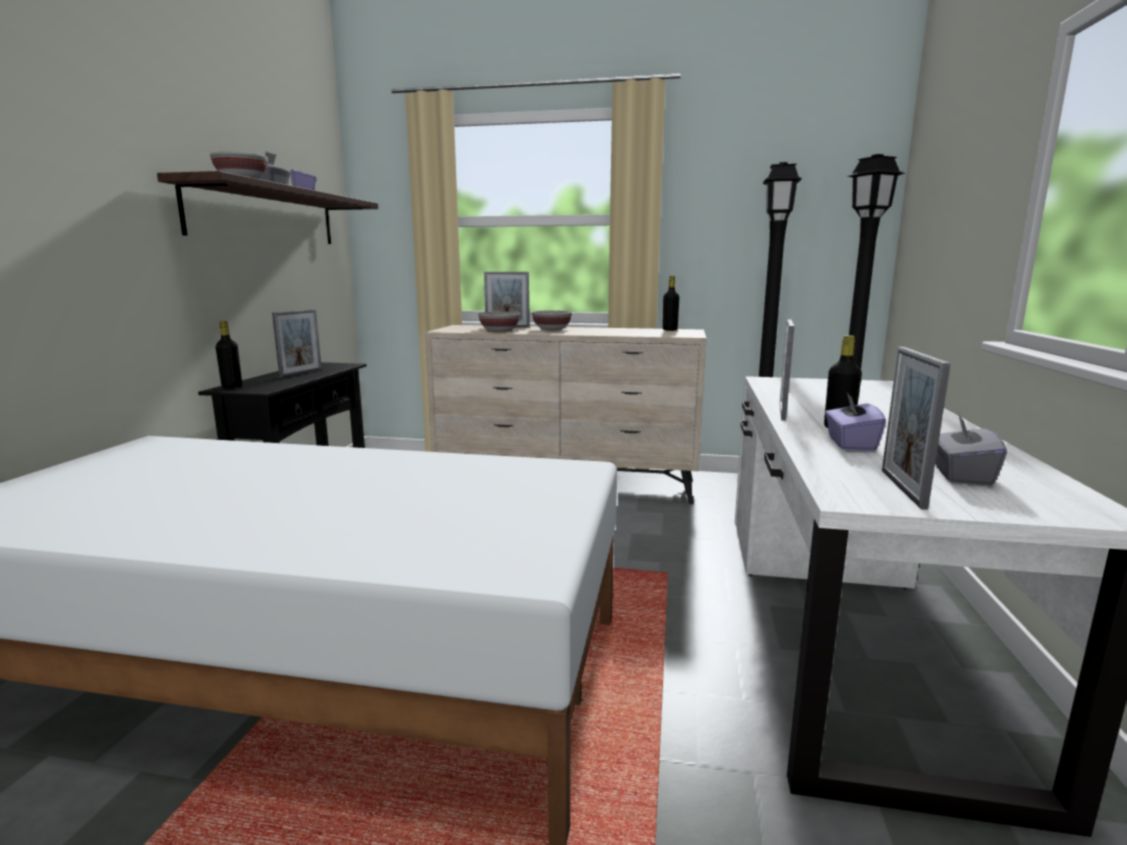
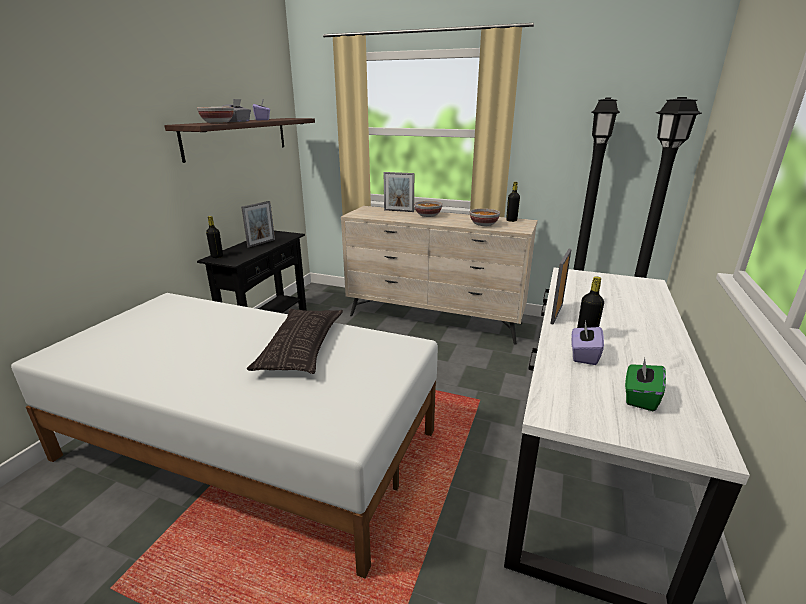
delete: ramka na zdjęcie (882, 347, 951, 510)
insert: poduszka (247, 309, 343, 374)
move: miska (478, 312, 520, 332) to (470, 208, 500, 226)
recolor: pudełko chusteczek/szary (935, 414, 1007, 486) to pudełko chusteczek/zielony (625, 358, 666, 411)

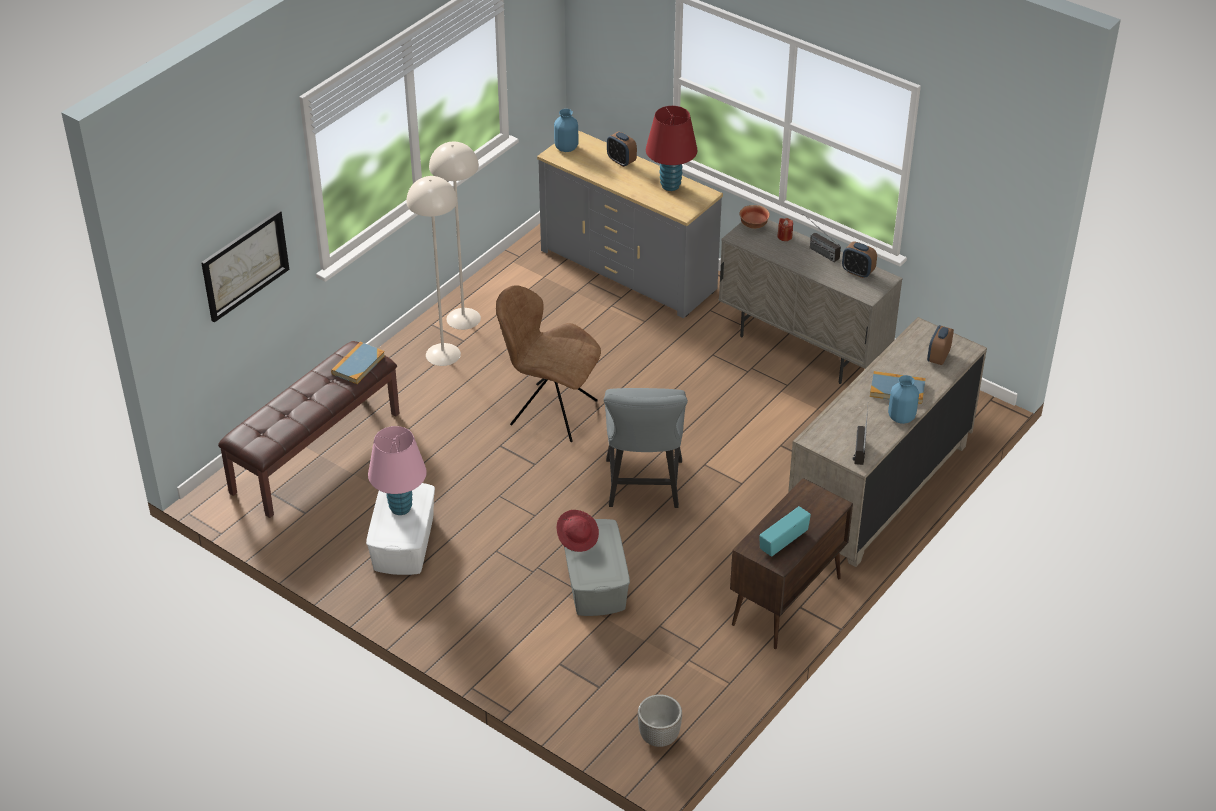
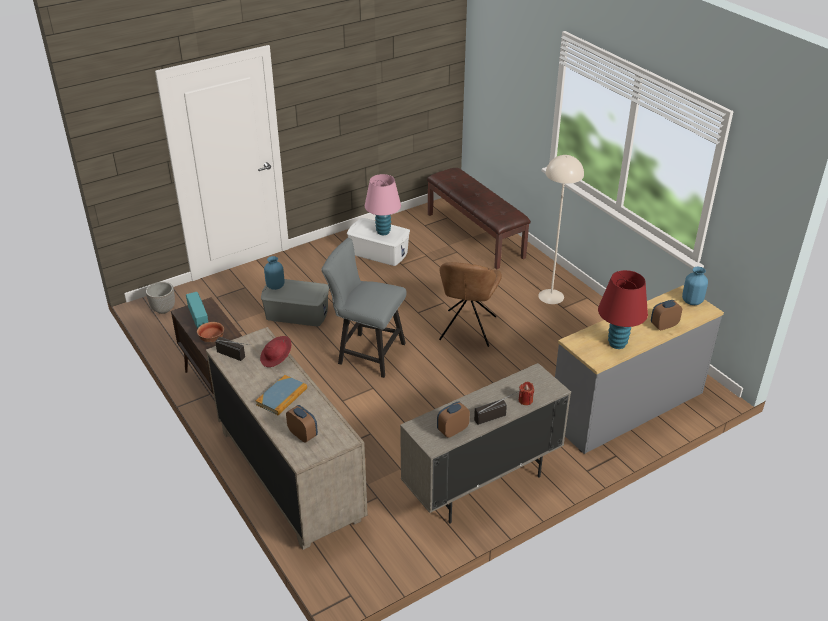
delete: obraz (201, 210, 290, 323); książka (331, 342, 385, 384); lampa stojąca/beżowy (429, 142, 481, 330)
move: miska (740, 205, 770, 229) to (197, 322, 224, 343); kapelusz/czerwony (557, 510, 599, 552) to (260, 336, 291, 367); wazon/niebieski (888, 375, 919, 424) to (264, 256, 285, 290)
rotate: krzesło/brązowy (496, 285, 601, 442) = (439, 262, 502, 347) 150 degrees clockwise

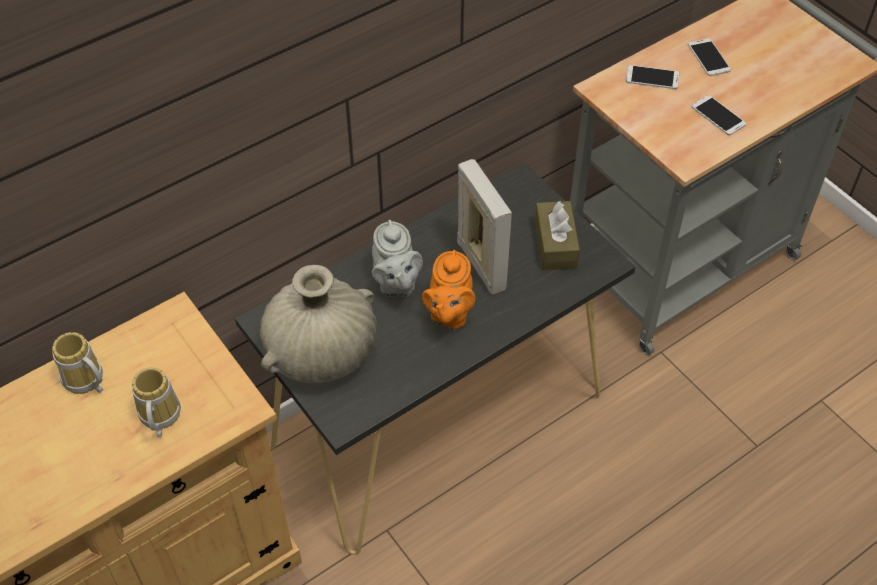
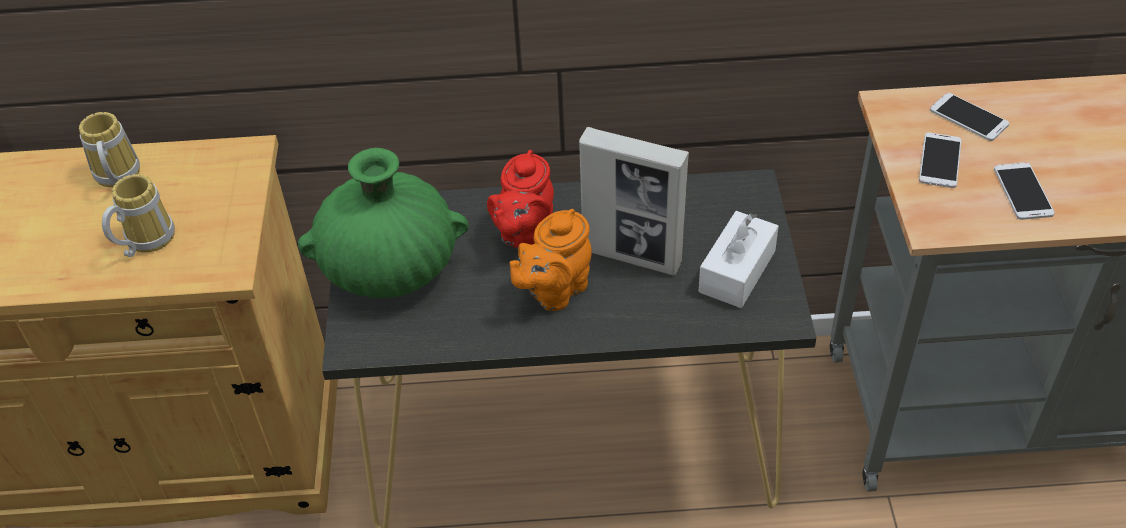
move: telefon (688, 38, 731, 76) to (919, 133, 961, 188)
recolor: wazon/beżowy (260, 265, 377, 383) to wazon/zielony (298, 148, 469, 298); imbryk/szary (372, 220, 423, 297) to imbryk/czerwony (487, 150, 554, 249); pudełko chusteczek/brązowy (535, 201, 580, 270) to pudełko chusteczek/biały (698, 211, 779, 308)
rotate: ramka na zdjęcie (457, 159, 512, 295) = (579, 127, 689, 276) 105 degrees clockwise

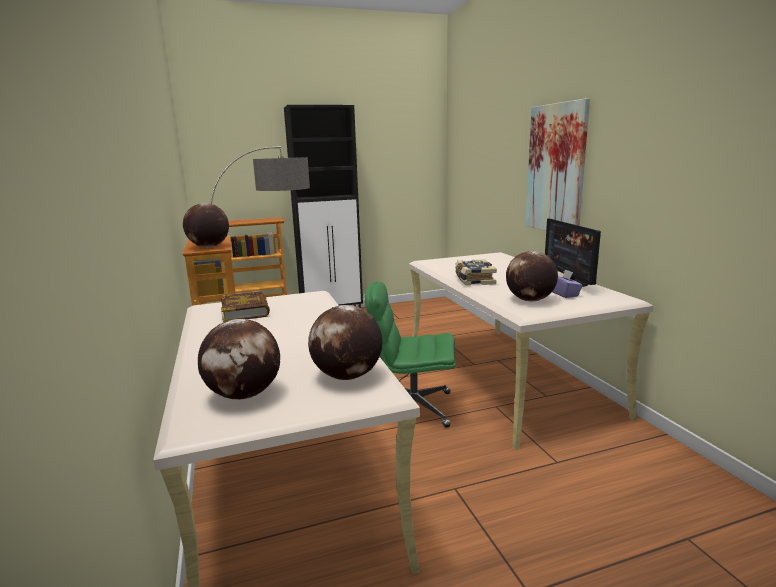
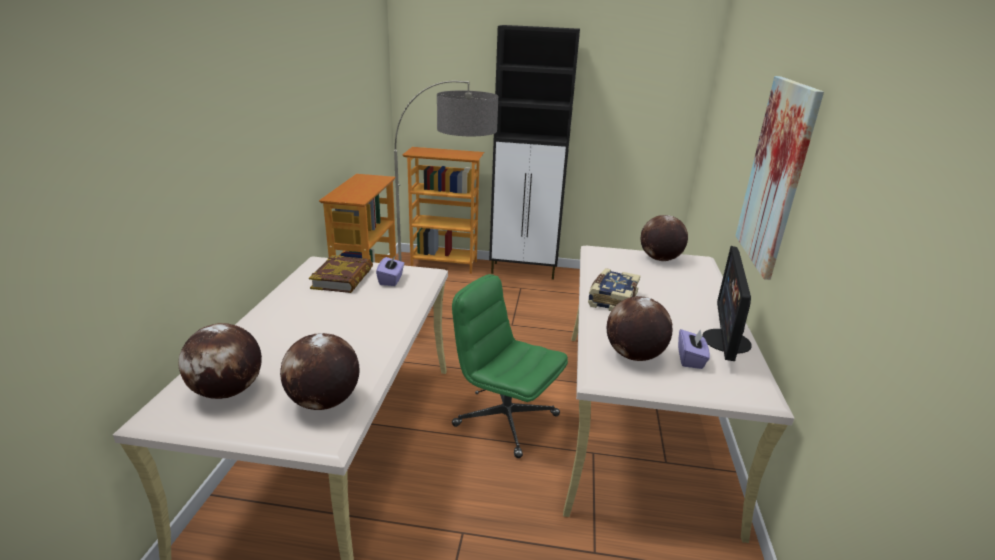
insert: pudełko chusteczek/fioletowy (376, 255, 404, 286)
move: globus (183, 203, 229, 247) to (641, 215, 688, 261)

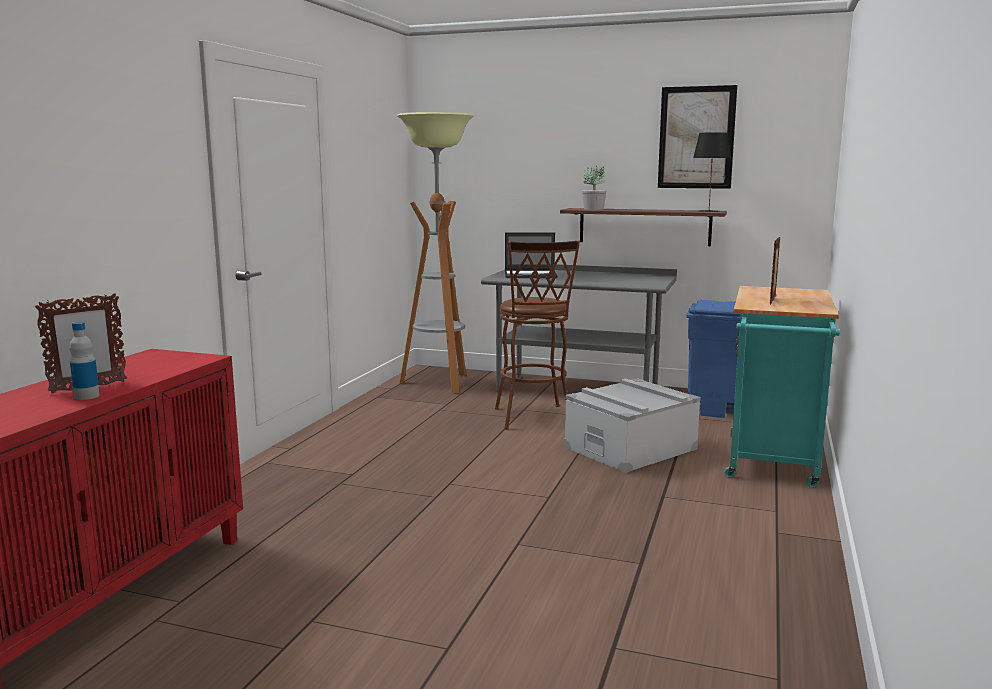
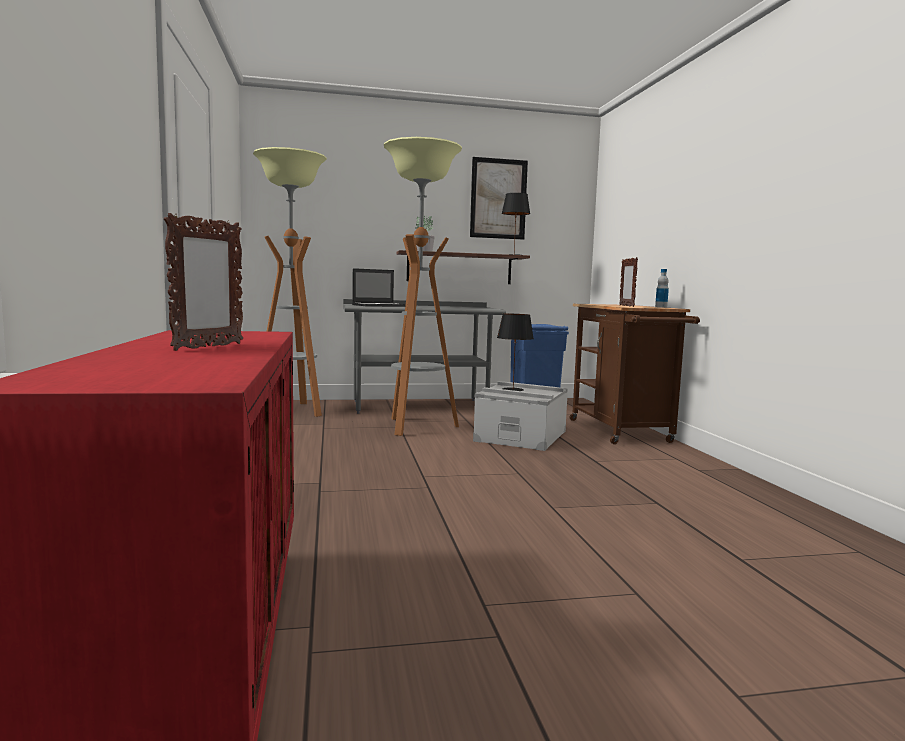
insert: lampa stołowa/czarny (497, 314, 534, 391)
move: butelka (69, 322, 100, 400) to (655, 269, 669, 308)
replace: stołek/brązowy (495, 240, 580, 430) to lampa stojąca (384, 137, 462, 436)
recolor: wózek/turkusowy (725, 286, 840, 487) to wózek/brązowy (570, 304, 700, 444)

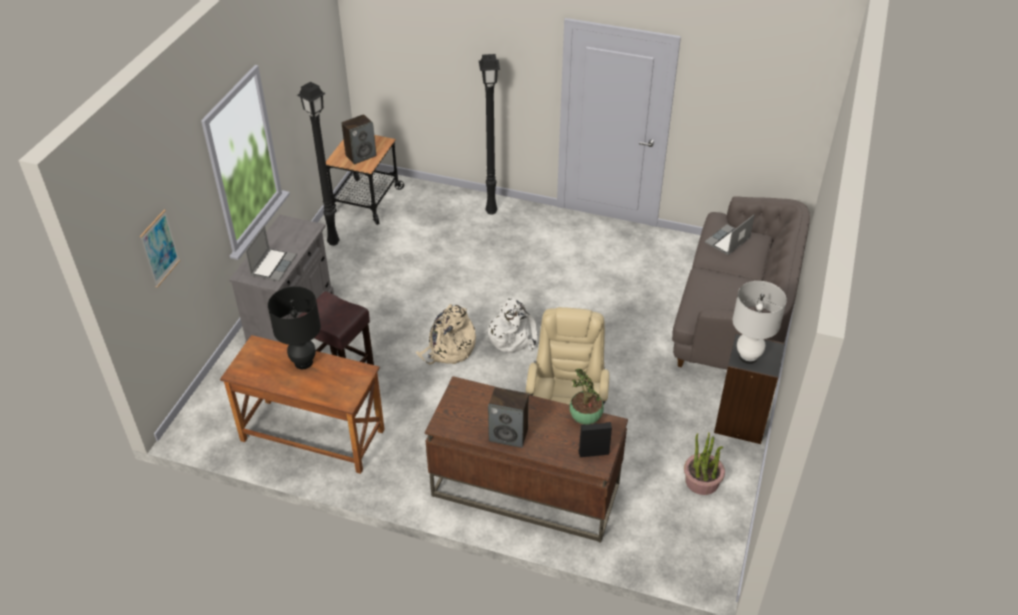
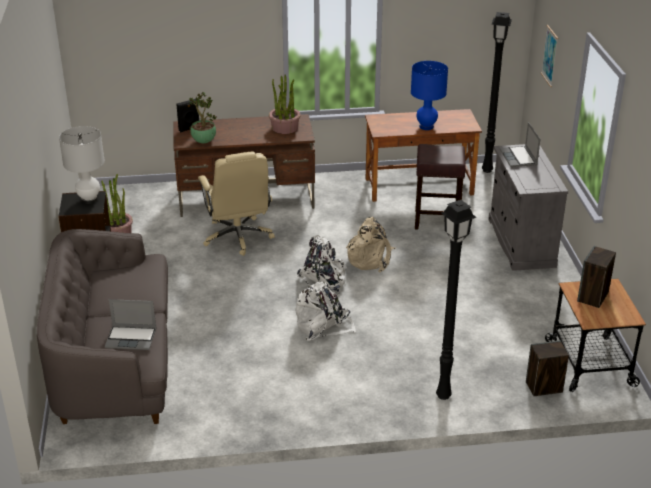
insert: roślina doniczkowa (269, 75, 301, 134); plecak/biały (295, 282, 356, 341)
move: lampa stojąca/czarny (297, 82, 339, 246) to (482, 12, 512, 173); głośnik (488, 387, 529, 448) to (526, 340, 569, 396)
recolor: lampa stołowa/czarny (268, 286, 321, 369) to lampa stołowa/niebieski (411, 61, 448, 130)
rotate: laptop (705, 214, 755, 255) = (105, 299, 156, 350) 75 degrees clockwise

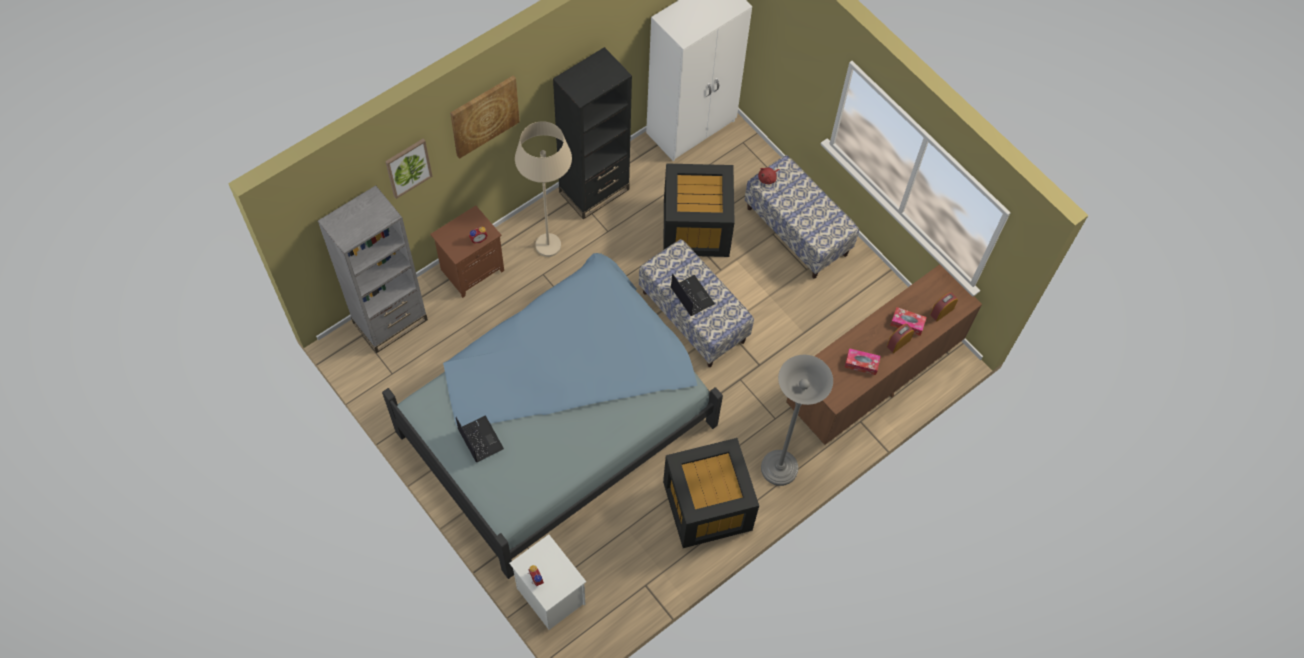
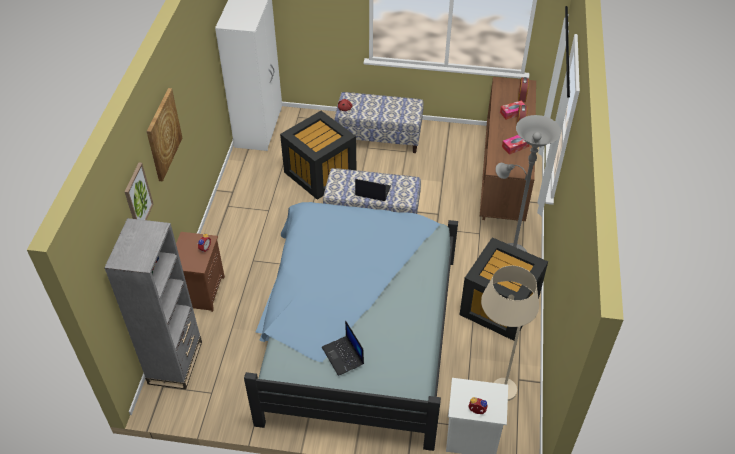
delete: regał/czarny (553, 47, 632, 220)
move: lampa stojąca/beżowy (515, 121, 572, 257) to (481, 266, 539, 401)
rotate: laptop (456, 415, 504, 462) = (322, 320, 364, 376) 135 degrees counterclockwise

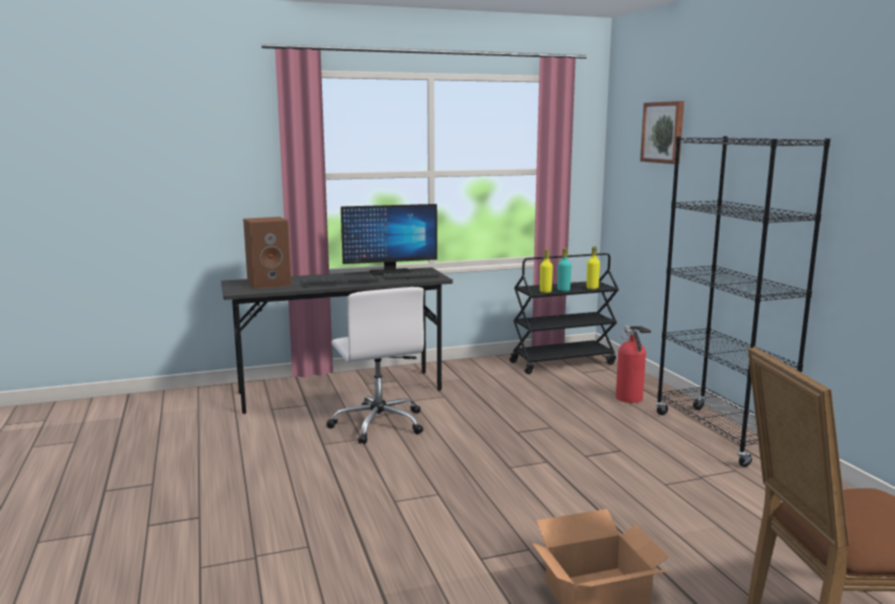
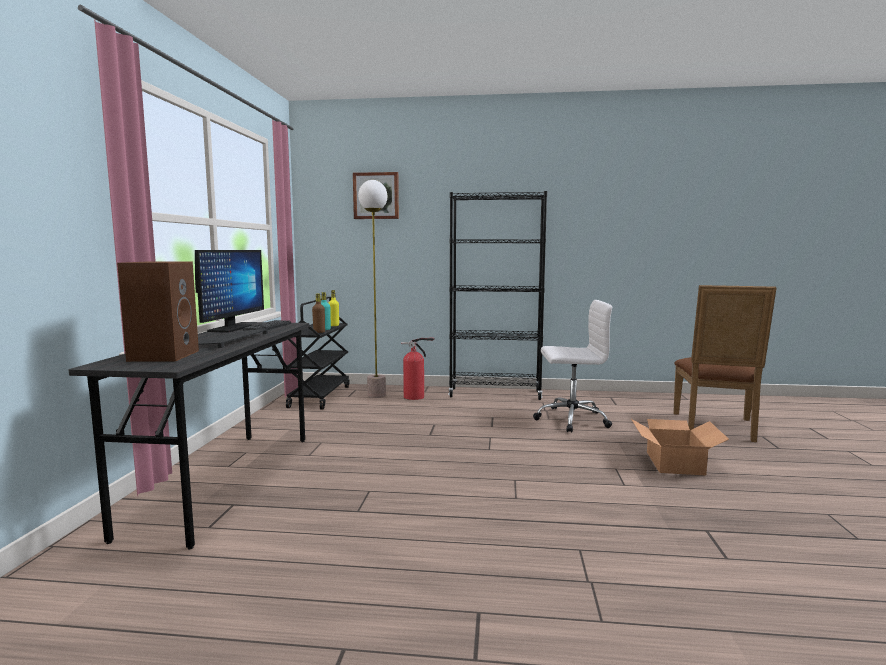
insert: lampa stojąca (358, 180, 387, 398)
move: krzesło biurowe/biały (326, 287, 424, 444) to (533, 300, 612, 433)
recolor: butelka/żółty (540, 249, 553, 293) to butelka/brązowy (312, 294, 325, 333)

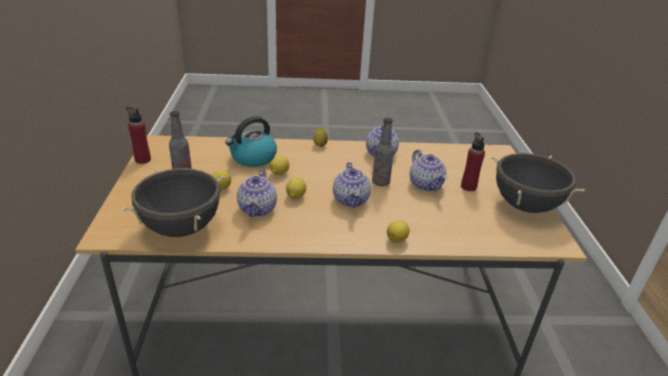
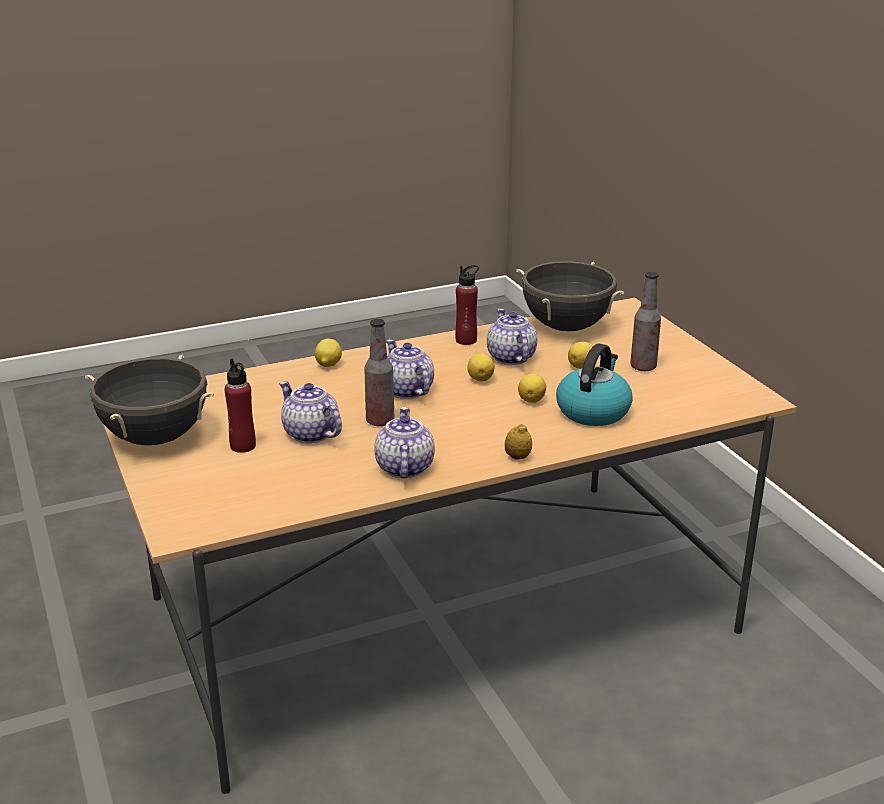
move: butelka/czerwony (126, 107, 151, 164) to (455, 265, 479, 345)

